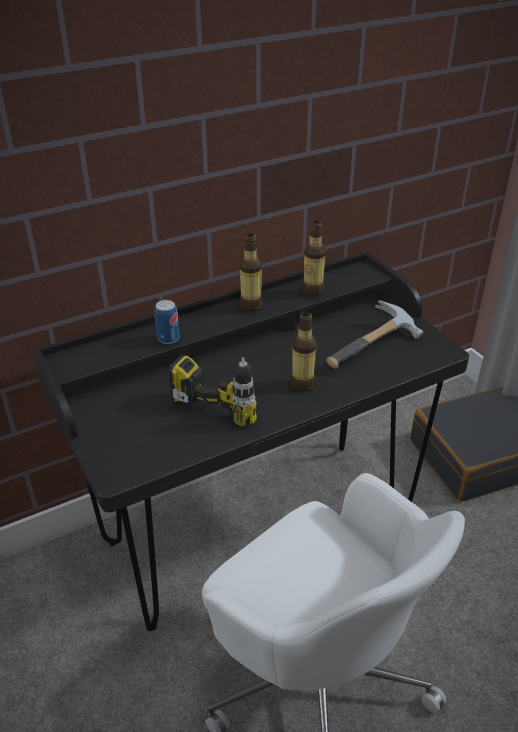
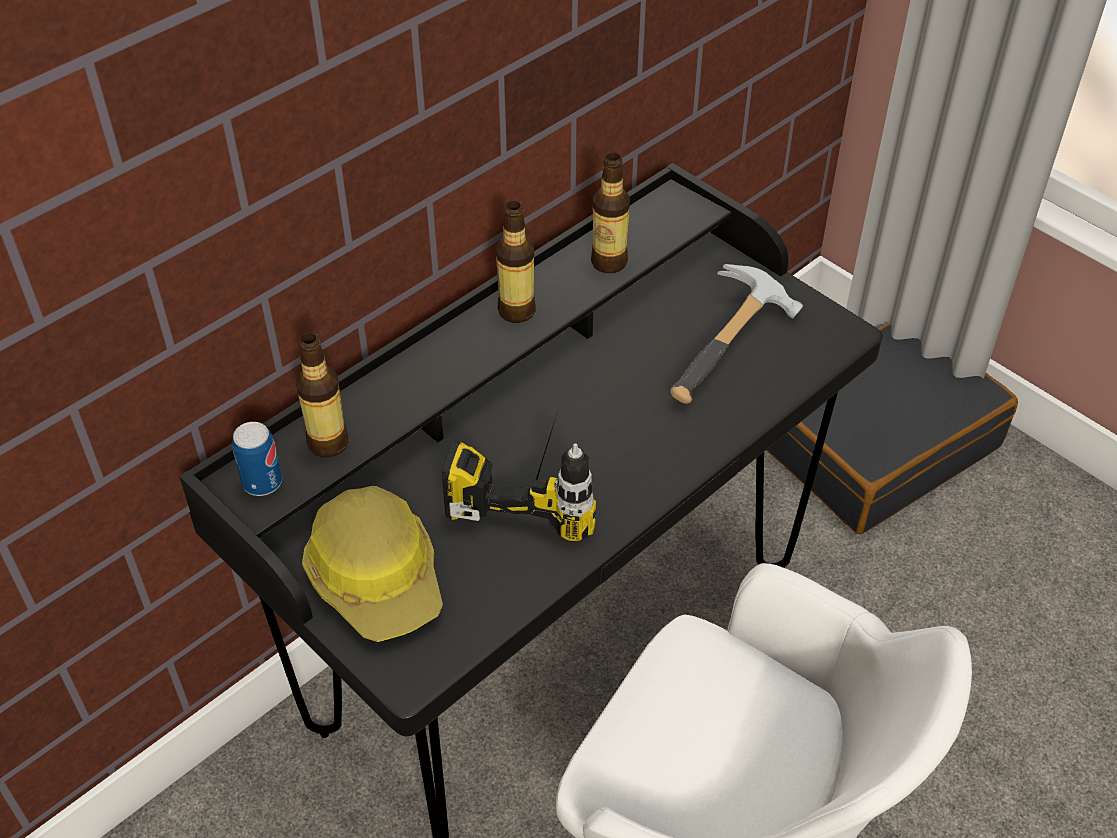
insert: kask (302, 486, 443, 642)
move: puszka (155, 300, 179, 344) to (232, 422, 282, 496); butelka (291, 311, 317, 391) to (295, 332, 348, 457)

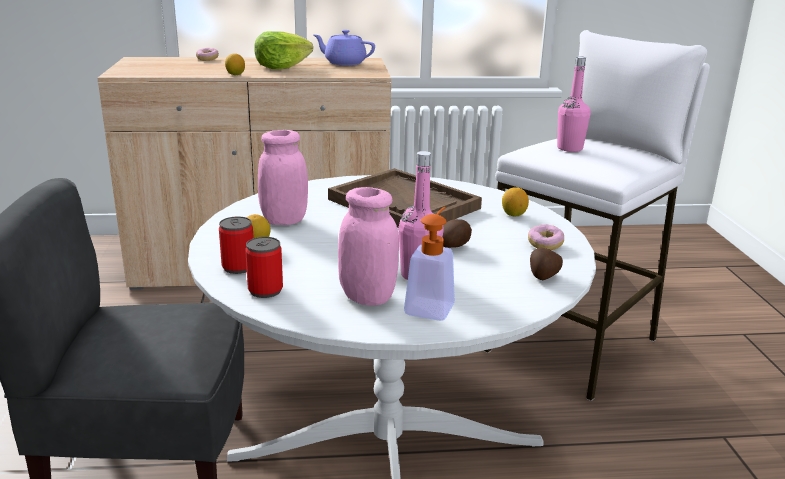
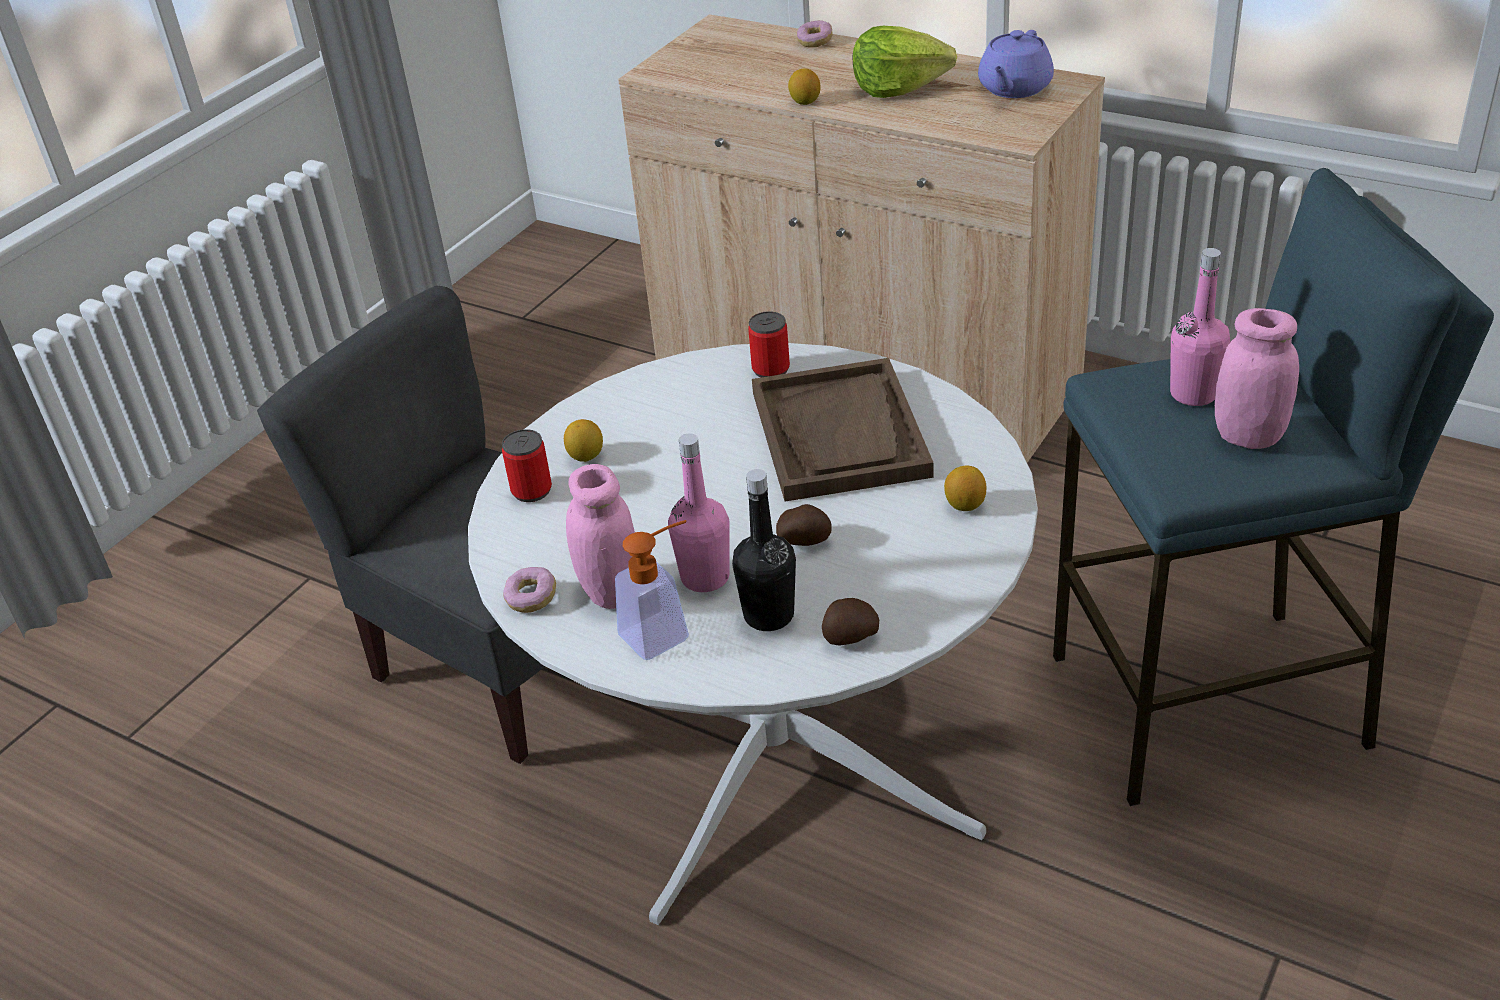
insert: butelka/czarny (732, 469, 796, 631)
move: donut (528, 224, 564, 250) to (503, 567, 556, 613); puszka (245, 237, 283, 298) to (748, 311, 790, 378); słoik/różowy (258, 130, 308, 225) to (1215, 308, 1299, 449)
recolor: stołek/biały (484, 30, 710, 401) to stołek/niebieski (1053, 168, 1494, 806)
rotate: imbryk/fioletowy (314, 30, 375, 66) = (978, 30, 1054, 98) 120 degrees counterclockwise

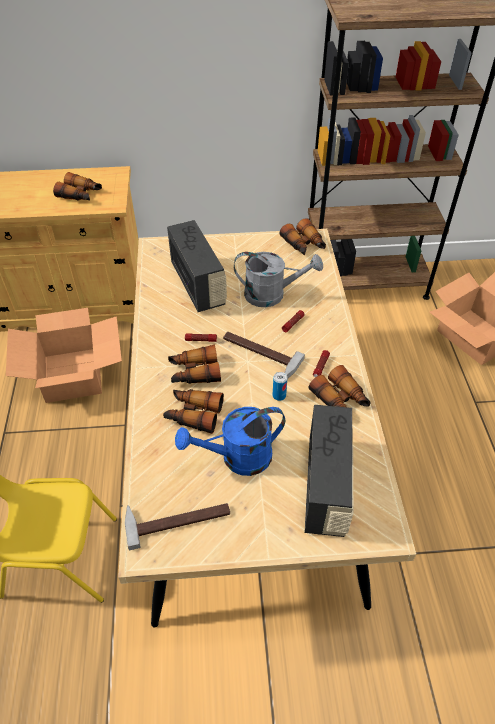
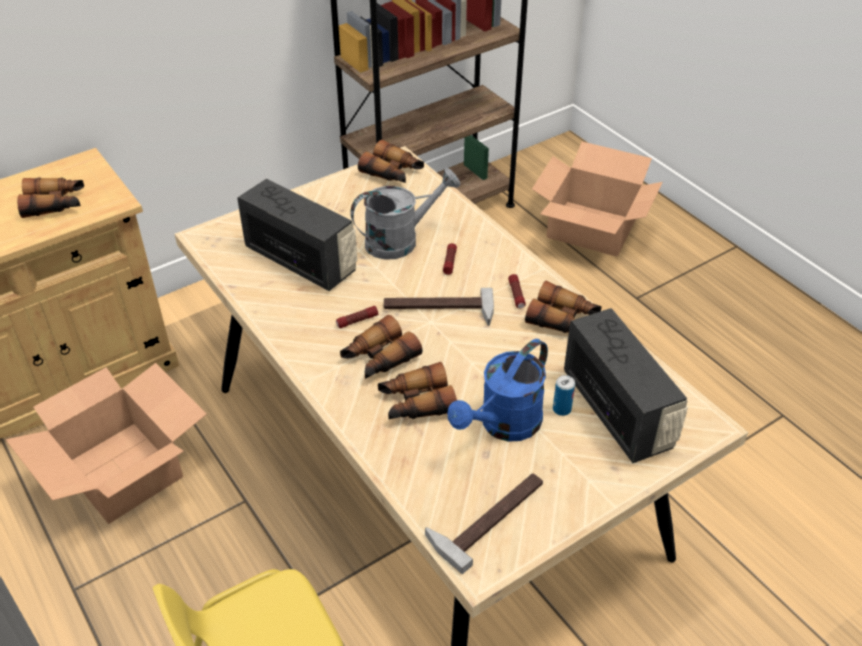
move: puszka (273, 372, 287, 401) to (553, 375, 575, 416)

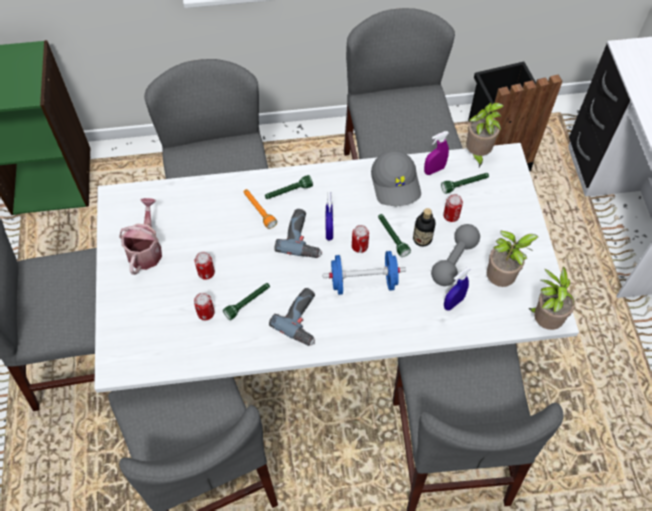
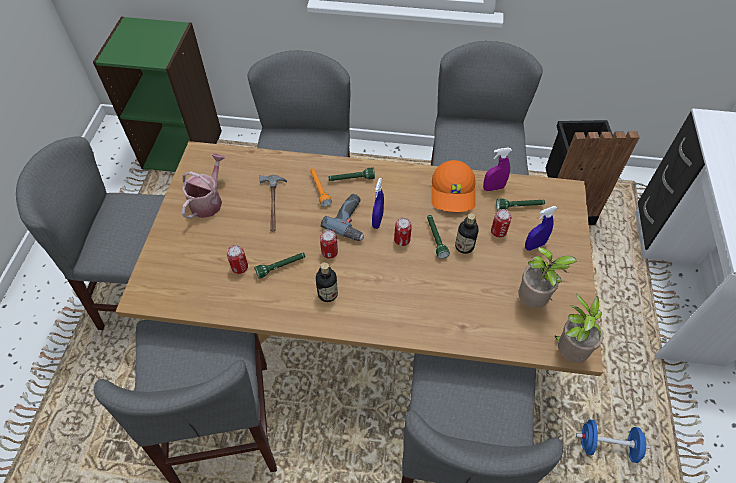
delete: hantel/szary (431, 224, 480, 286); roślina doniczkowa (466, 103, 504, 167)
insert: młotek (259, 175, 287, 232)
move: puszka (195, 252, 215, 280) to (320, 230, 338, 259); spryskiwacz/niebieski (444, 267, 470, 311) to (525, 206, 557, 251); hantel/niebieski (323, 251, 406, 295) to (576, 420, 651, 463)
replace: wiertarka (269, 288, 315, 346) to butelka (316, 262, 338, 302)
recolor: stół jadalny/biały (94, 143, 579, 393) to stół jadalny/brązowy (116, 141, 603, 376); czapka z daszkiem/szary (371, 150, 421, 206) to czapka z daszkiem/pomarańczowy (431, 160, 476, 212)

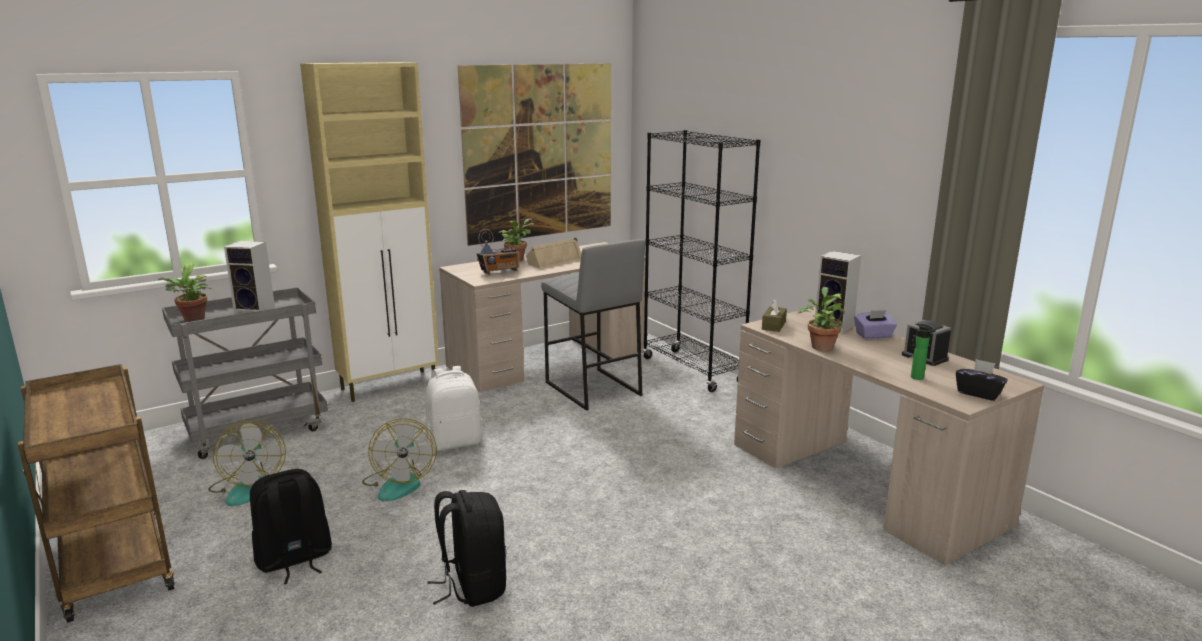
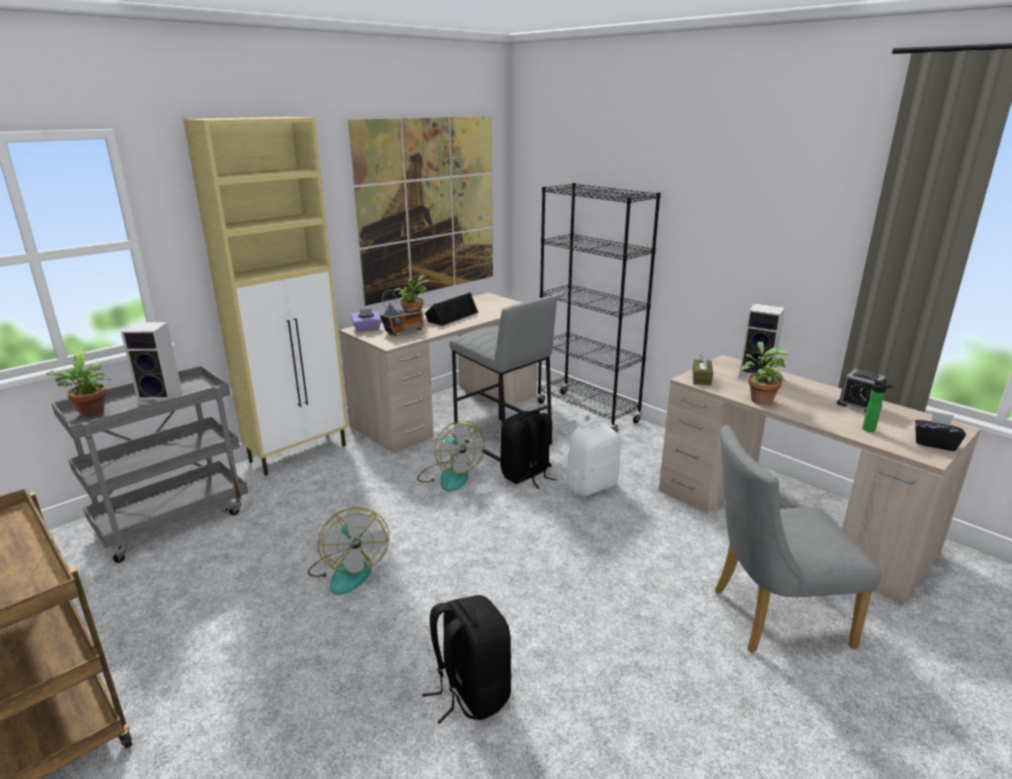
insert: krzesło/szary (715, 425, 881, 653)
move: pudełko chusteczek/fioletowy (854, 310, 897, 339) to (351, 309, 381, 332); wentylator (208, 421, 286, 506) to (417, 421, 485, 491); plecak/czarny (250, 469, 332, 584) to (500, 410, 556, 489); plecak/biały (425, 366, 483, 451) to (562, 414, 621, 496)
recolor: głośnik/beżowy (525, 238, 581, 269) to głośnik/czarny (425, 292, 479, 326)

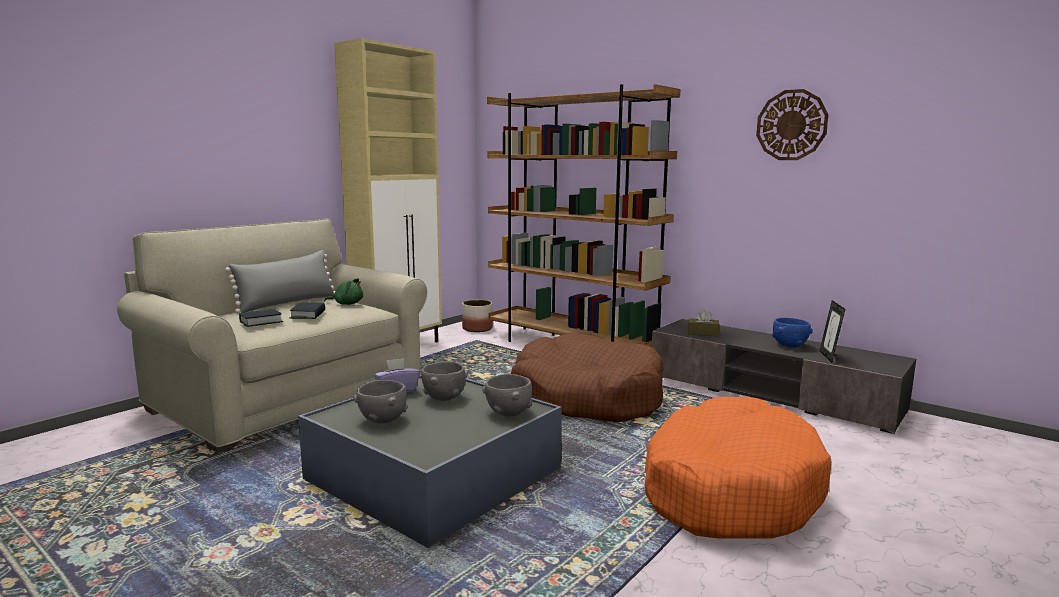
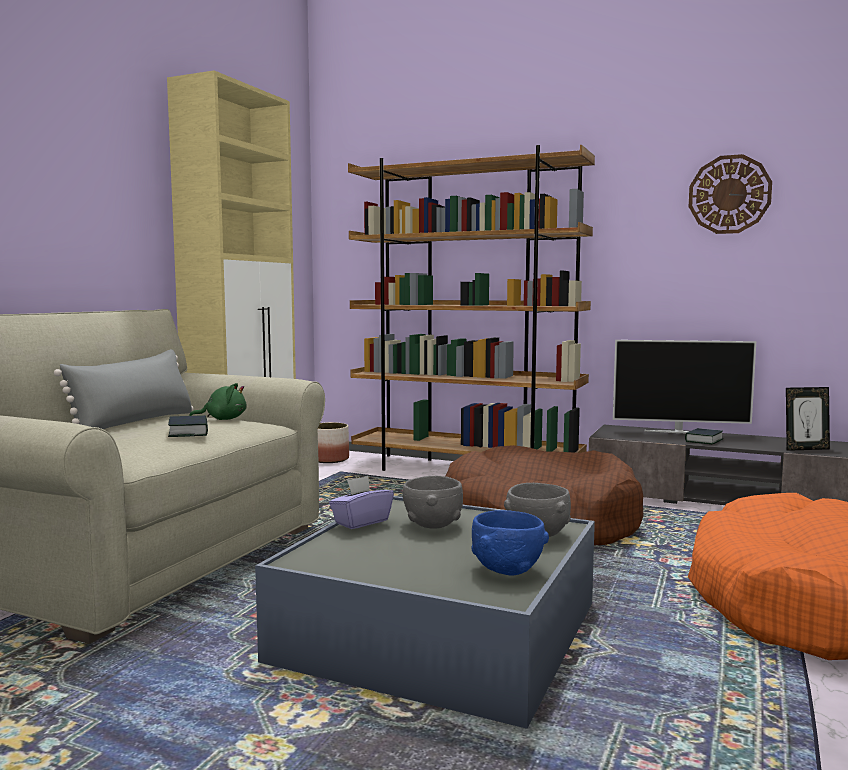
delete: miska/szary (354, 380, 408, 423); pudełko chusteczek/brązowy (688, 309, 720, 336)
insert: telewizor (613, 340, 756, 433)
move: miska/niebieski (772, 318, 813, 348) to (472, 510, 549, 576); książka (239, 309, 283, 327) to (685, 428, 723, 444)
rotate: ramka na zdjęcie (820, 300, 845, 363) = (786, 387, 830, 451) 90 degrees counterclockwise

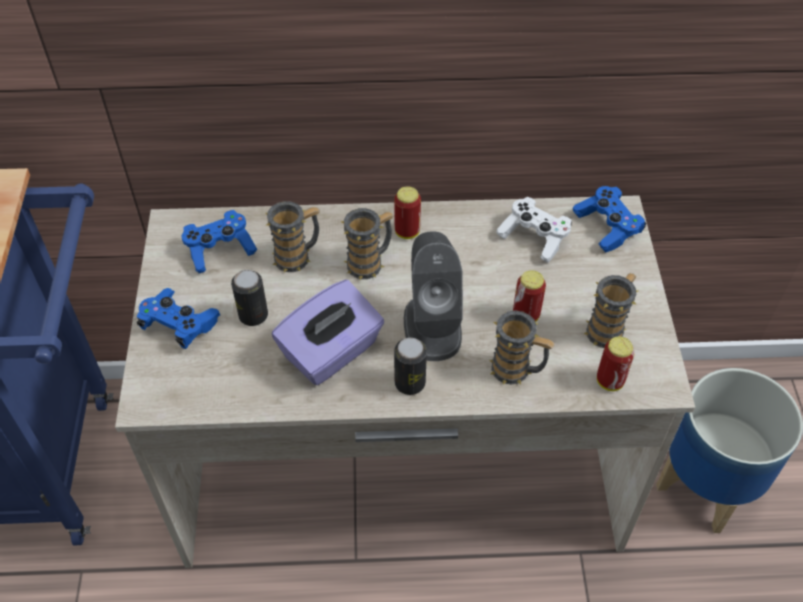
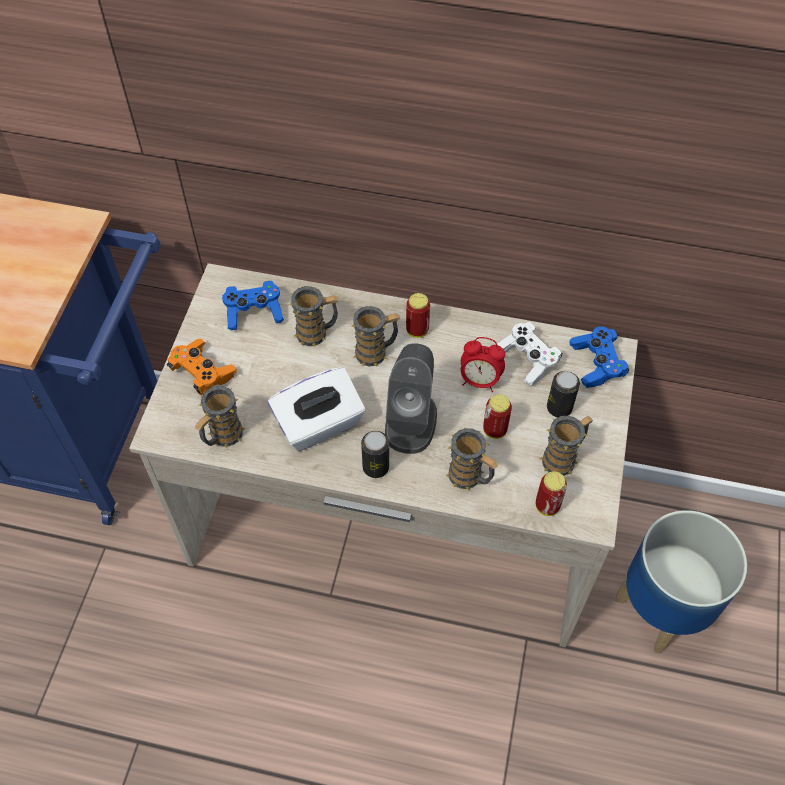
insert: kubek (195, 386, 246, 448); budzik (461, 337, 505, 392)
move: puszka (231, 270, 268, 326) to (547, 371, 580, 417)
recolor: pad do gier/niebieski (137, 288, 220, 349) to pad do gier/pomarańczowy (167, 339, 237, 395); pudełko chusteczek/fioletowy (272, 280, 384, 385) to pudełko chusteczek/biały (268, 367, 365, 451)

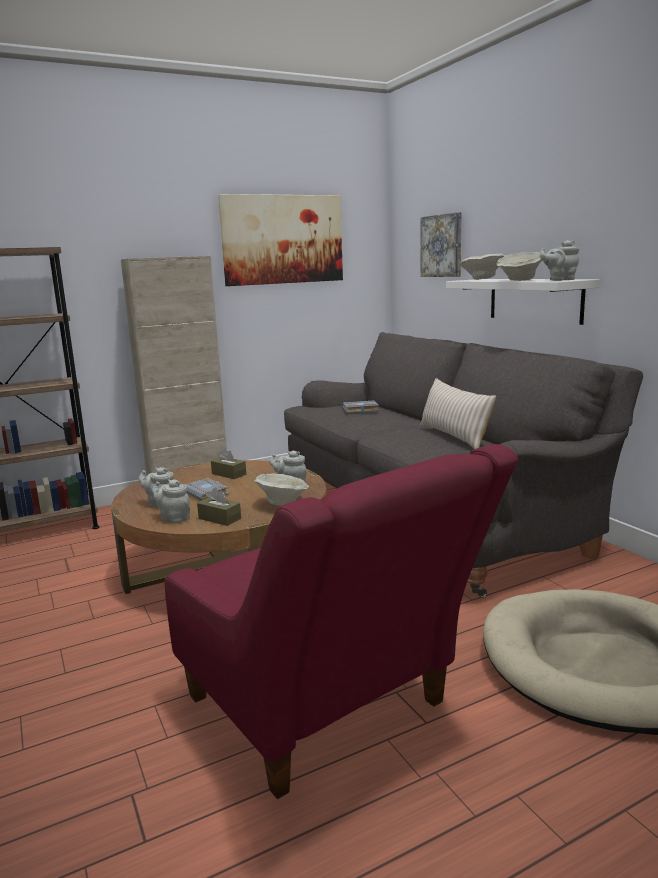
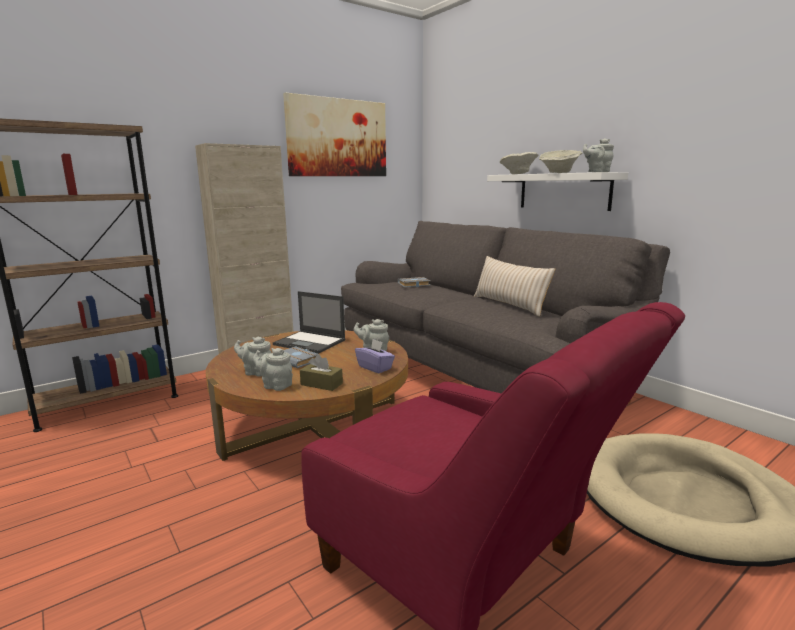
delete: obraz (421, 212, 462, 277)
replace: pudełko chusteczek/brązowy (211, 448, 246, 479) to laptop (273, 291, 345, 354); miska/beżowy (254, 473, 309, 506) to pudełko chusteczek/fioletowy (355, 339, 395, 373)

